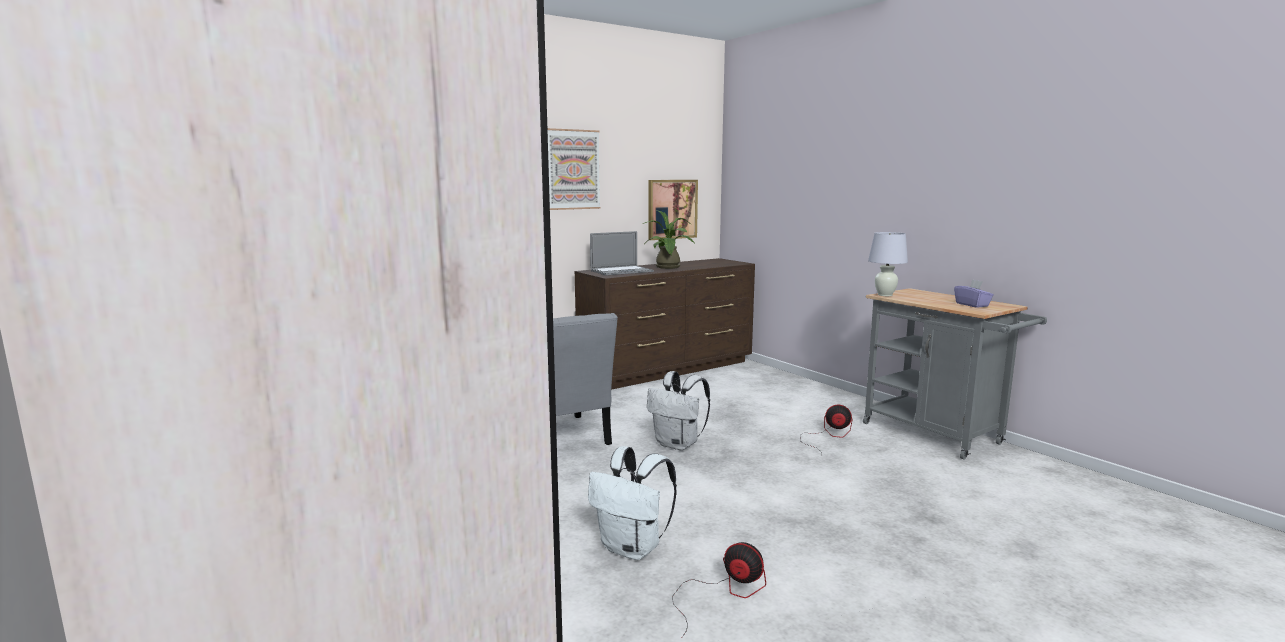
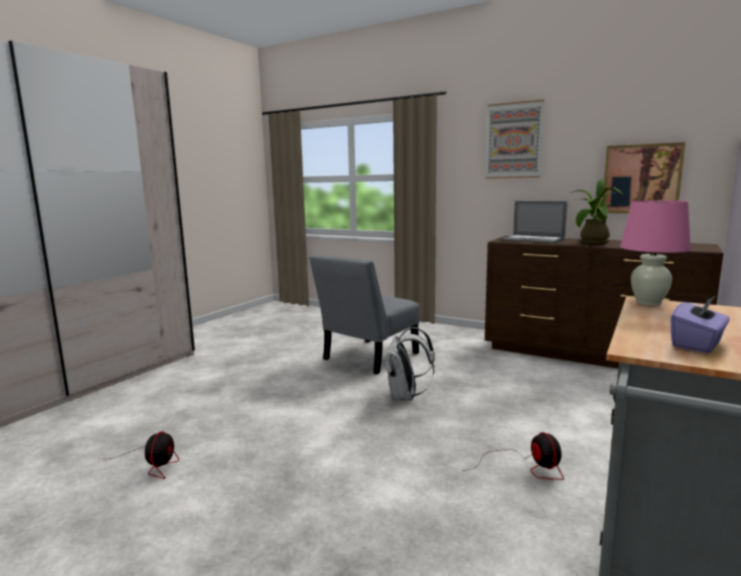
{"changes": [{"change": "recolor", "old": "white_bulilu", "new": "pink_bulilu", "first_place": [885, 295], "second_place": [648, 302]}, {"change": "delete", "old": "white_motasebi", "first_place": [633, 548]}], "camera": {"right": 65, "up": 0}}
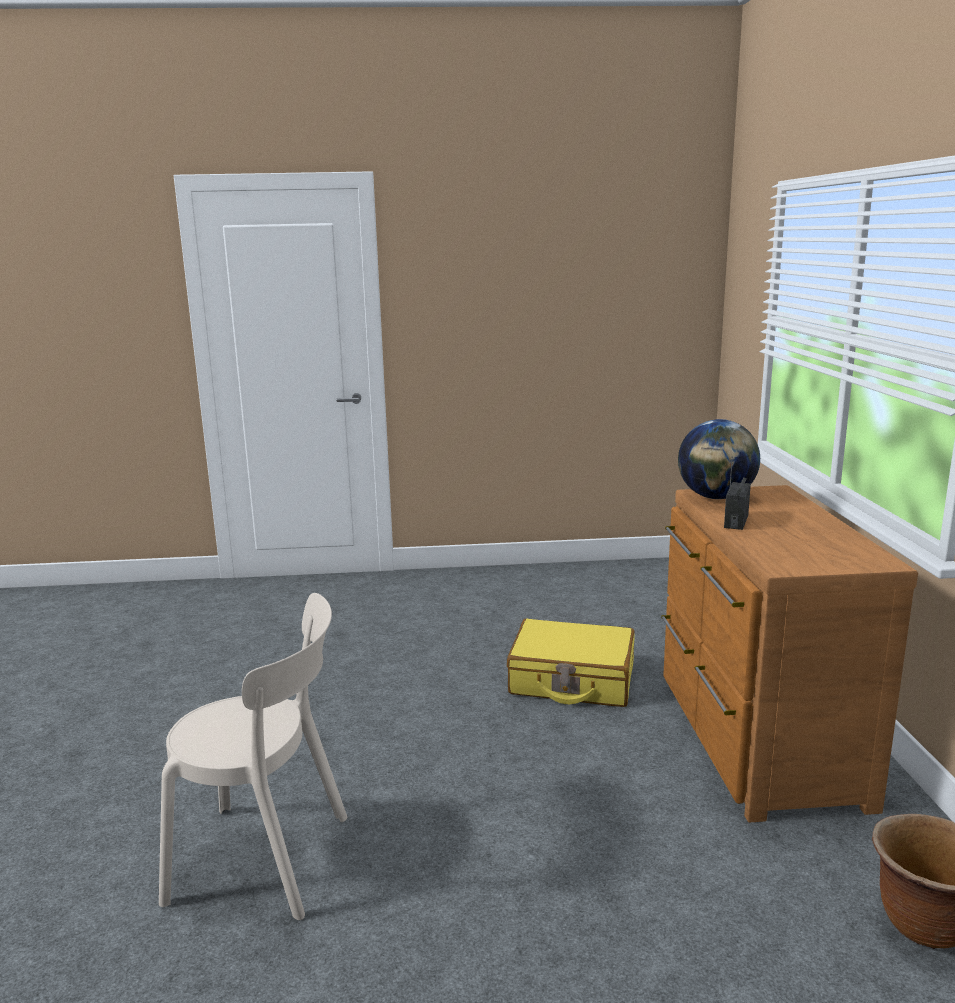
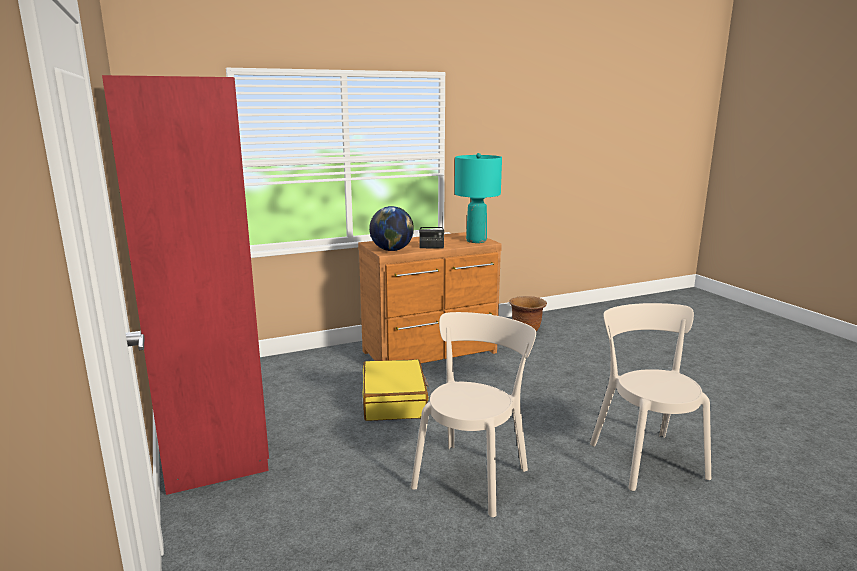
{"changes": [{"change": "insert", "new": "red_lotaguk", "second_place": [209, 421]}, {"change": "insert", "new": "turquoise_bulilu", "second_place": [476, 241]}, {"change": "insert", "new": "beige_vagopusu", "second_place": [472, 475]}], "camera": {"right": -110, "up": 0}}
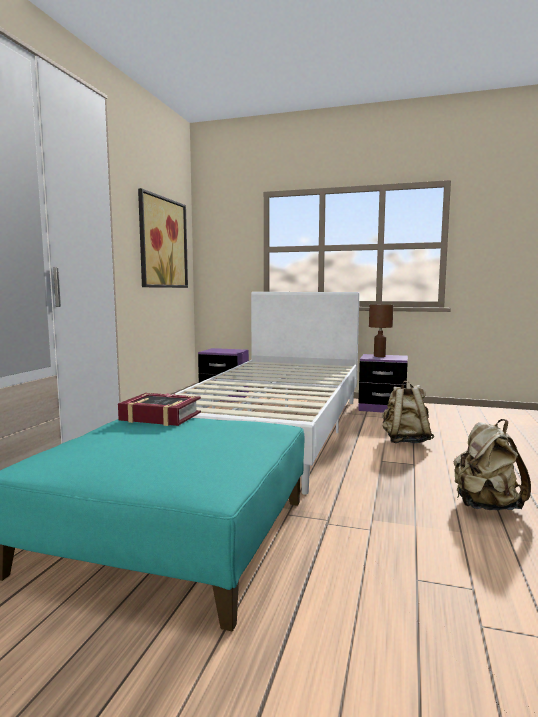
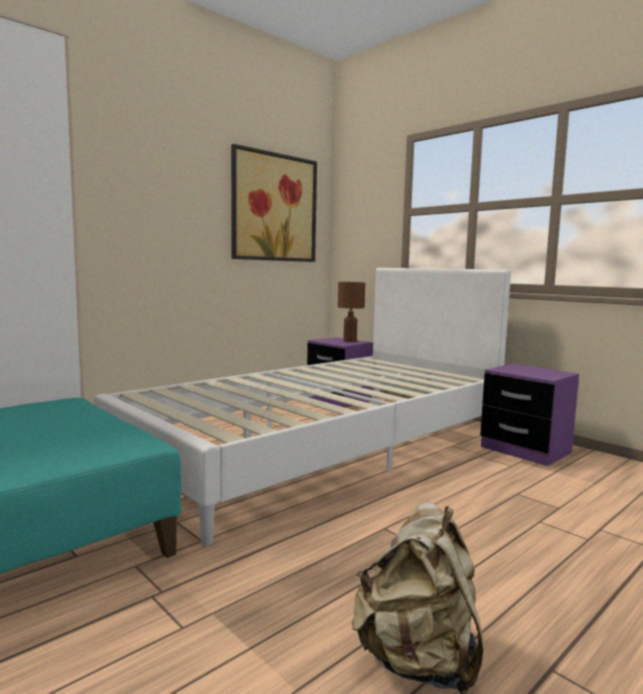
{"changes": [{"change": "move", "old": "brown_bulilu", "first_place": [380, 356], "second_place": [350, 341]}, {"change": "delete", "old": "beige_motasebi", "first_place": [405, 441]}, {"change": "delete", "old": "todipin", "first_place": [160, 417]}], "camera": {"right": 30, "up": 0}}
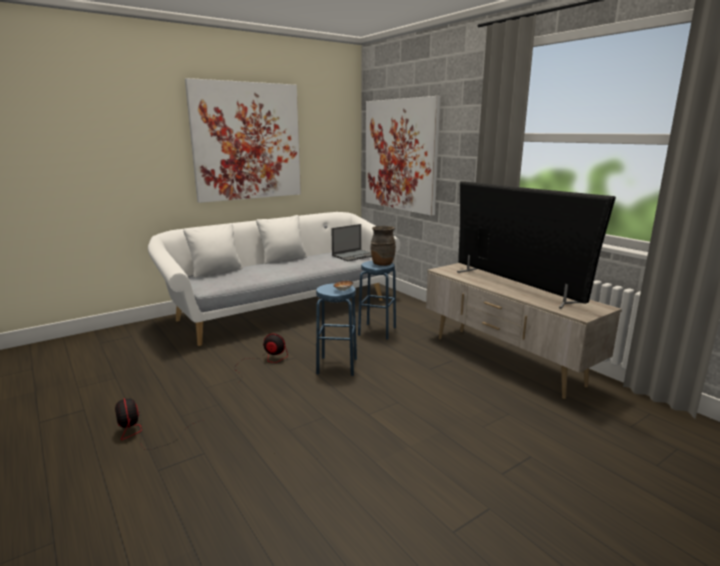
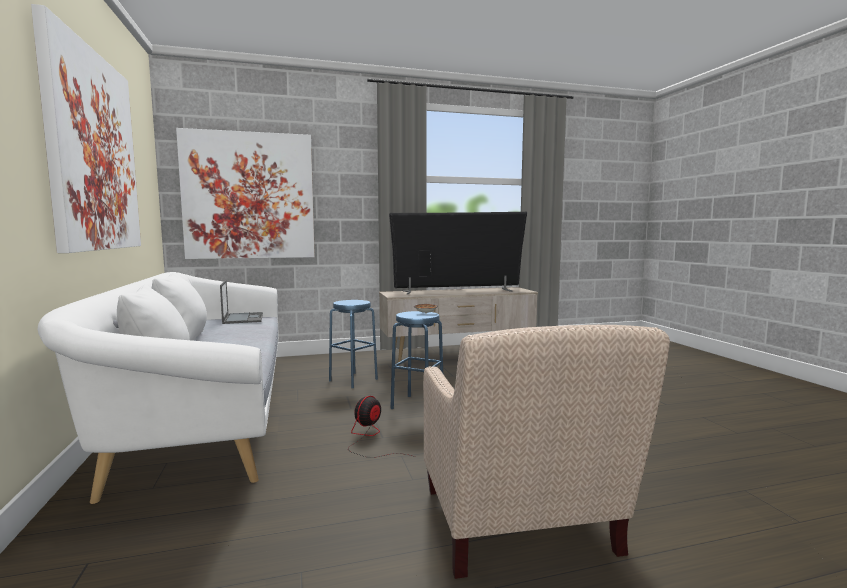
{"changes": [{"change": "delete", "old": "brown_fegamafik", "first_place": [382, 264]}, {"change": "replace", "old": "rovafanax", "new": "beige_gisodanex", "first_place": [143, 433], "second_place": [519, 529]}], "camera": {"right": -70, "up": -10}}
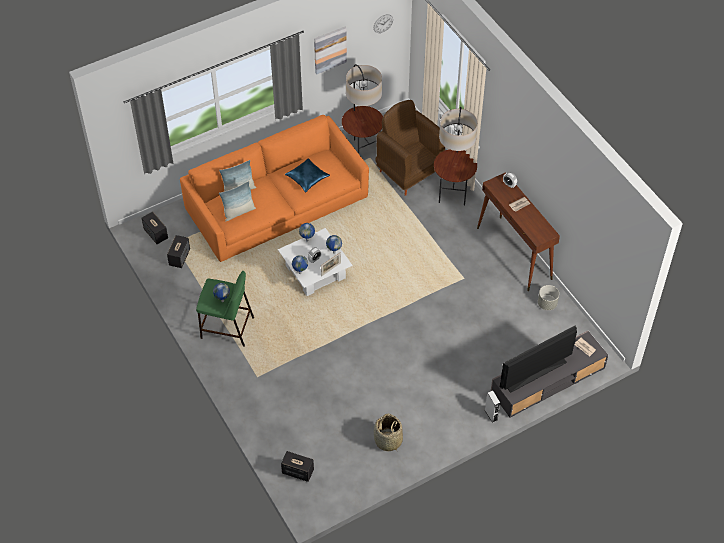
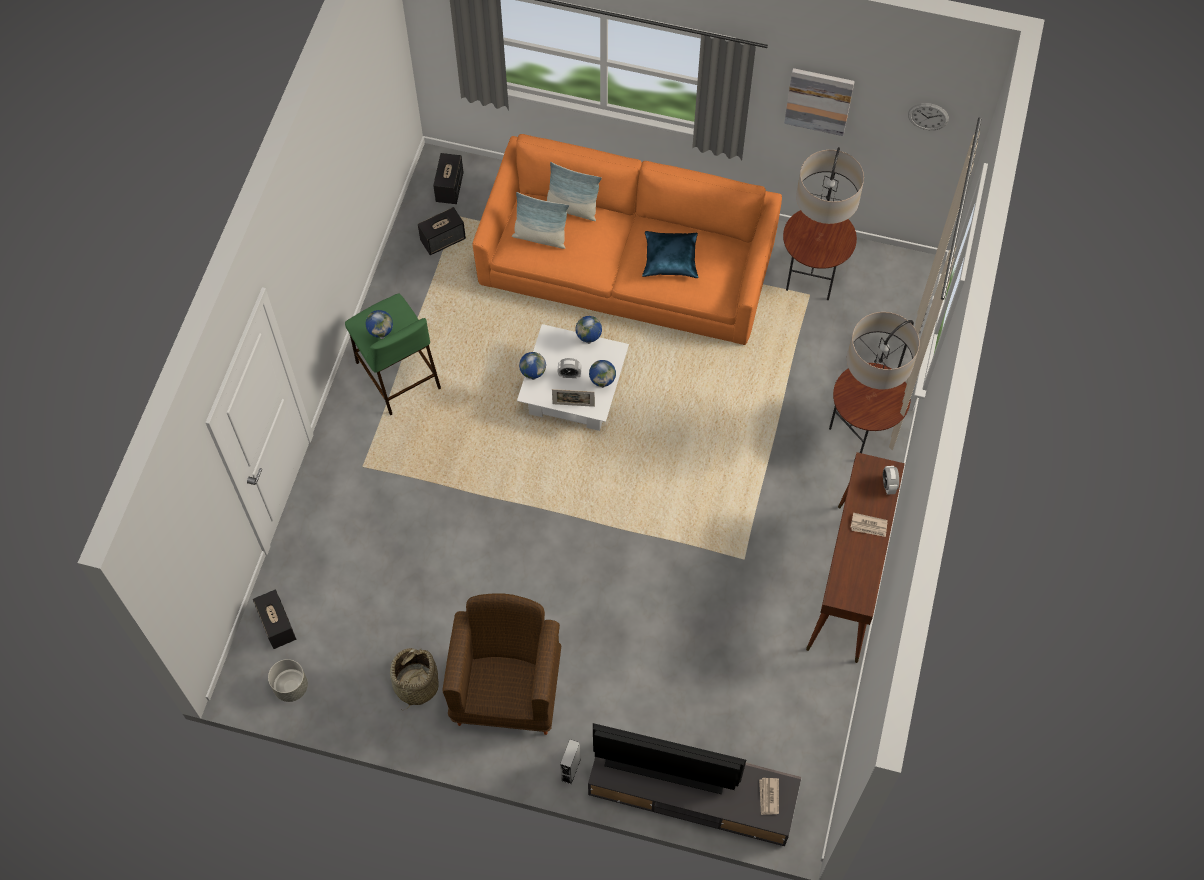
{"changes": [{"change": "move", "old": "brown_gisodanex", "first_place": [409, 171], "second_place": [507, 690]}, {"change": "move", "old": "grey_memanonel", "first_place": [547, 304], "second_place": [291, 686]}], "camera": {"right": 45, "up": 10}}
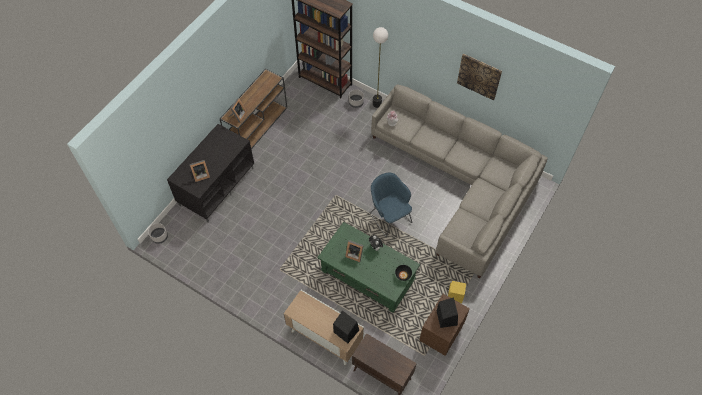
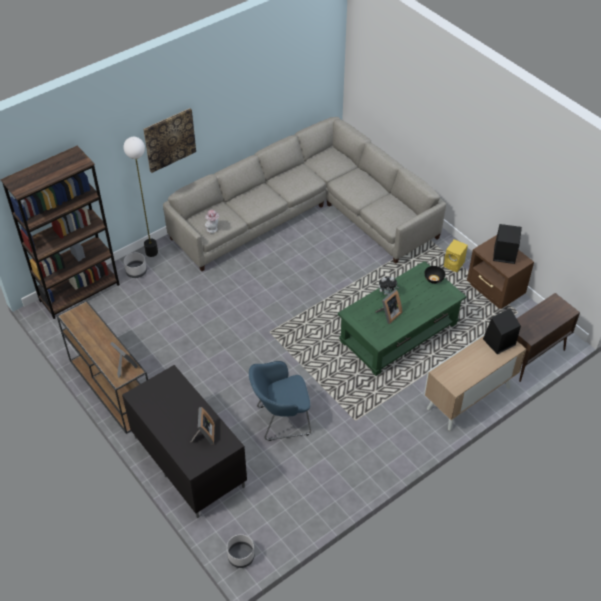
{"changes": [{"change": "move", "old": "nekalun", "first_place": [479, 76], "second_place": [169, 139]}, {"change": "move", "old": "blue_gisodanex", "first_place": [389, 217], "second_place": [280, 420]}], "camera": {"right": -70, "up": -10}}
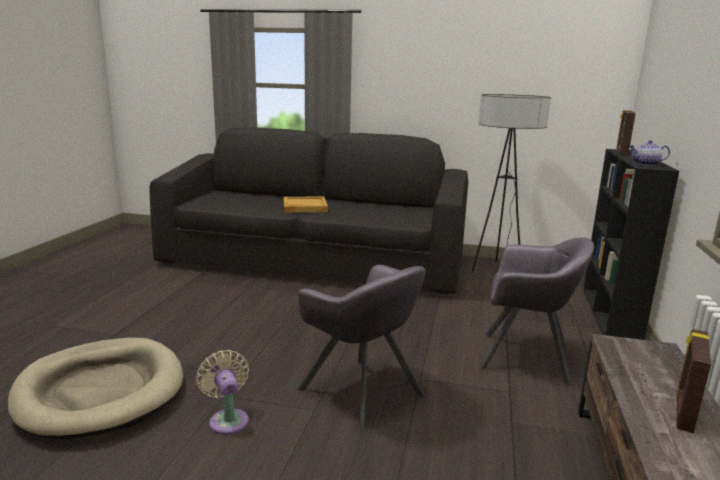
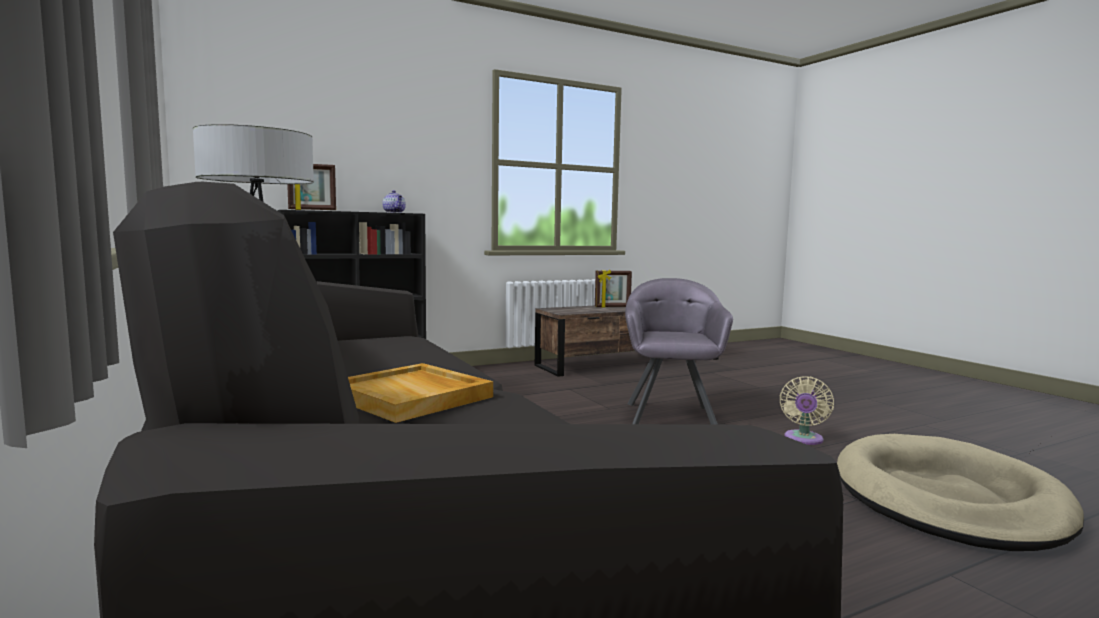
{"changes": [{"change": "delete", "old": "grey_gisodanex", "first_place": [525, 357]}], "camera": {"right": -130, "up": -10}}
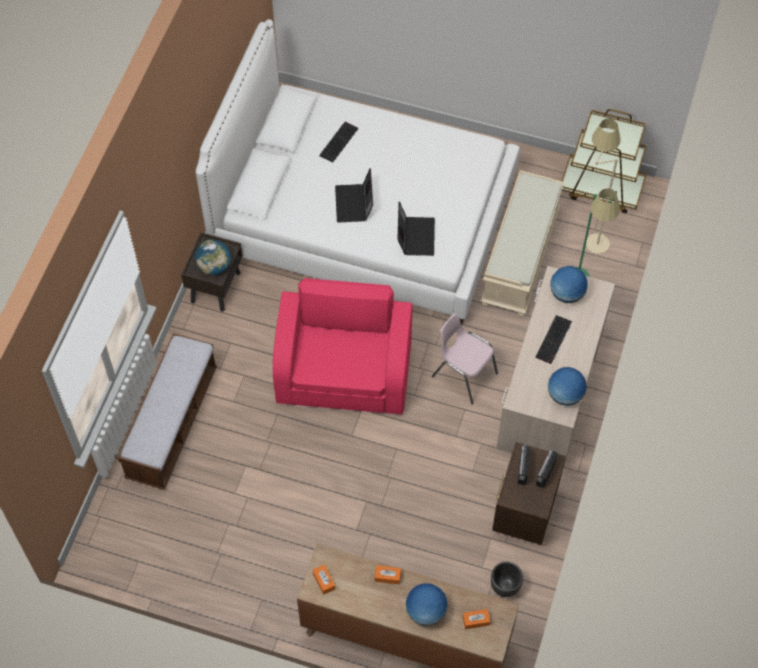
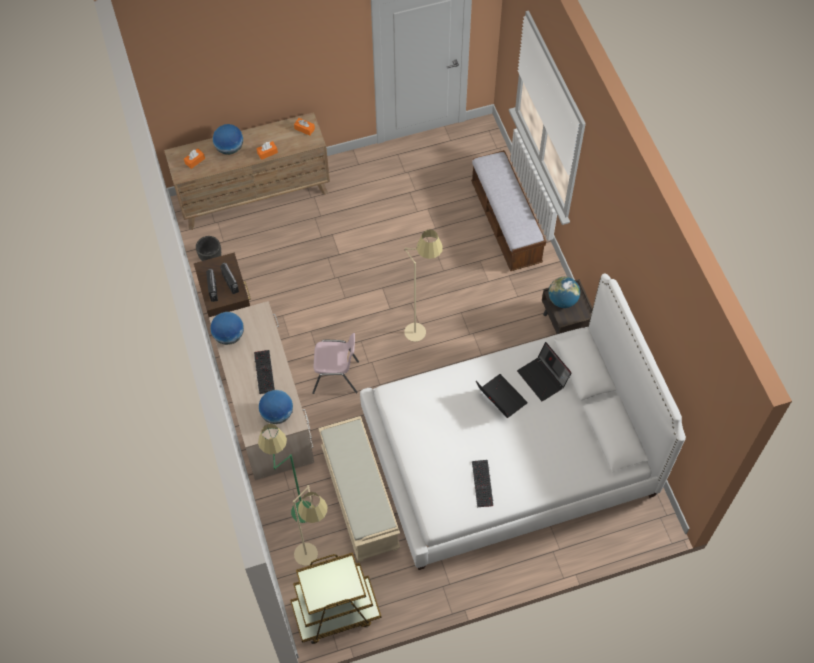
{"changes": [{"change": "move", "old": "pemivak", "first_place": [338, 141], "second_place": [483, 484]}, {"change": "move", "old": "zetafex", "first_place": [415, 236], "second_place": [543, 378]}, {"change": "replace", "old": "pink_gisodanex", "new": "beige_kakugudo", "first_place": [345, 373], "second_place": [421, 325]}], "camera": {"right": 145, "up": 0}}
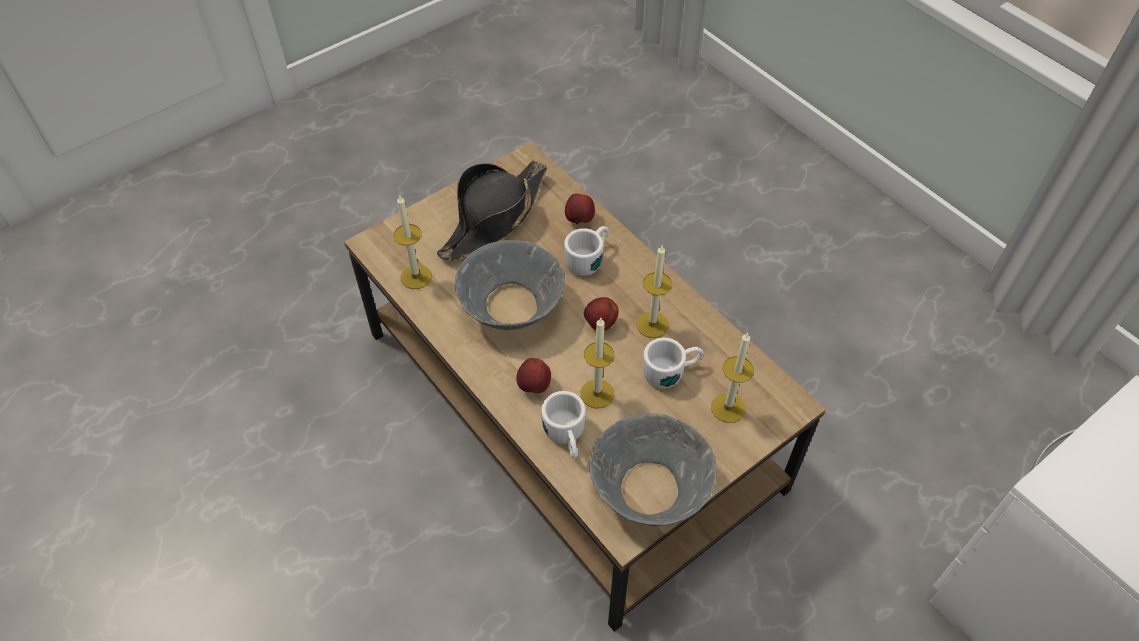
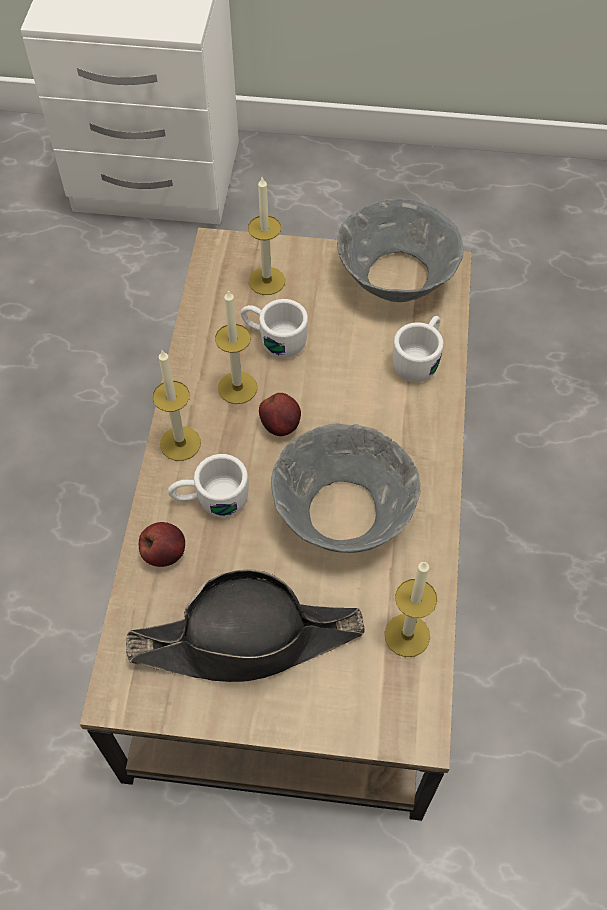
{"changes": [{"change": "move", "old": "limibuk", "first_place": [597, 393], "second_place": [180, 443]}, {"change": "delete", "old": "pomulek", "first_place": [534, 386]}], "camera": {"right": -135, "up": 5}}
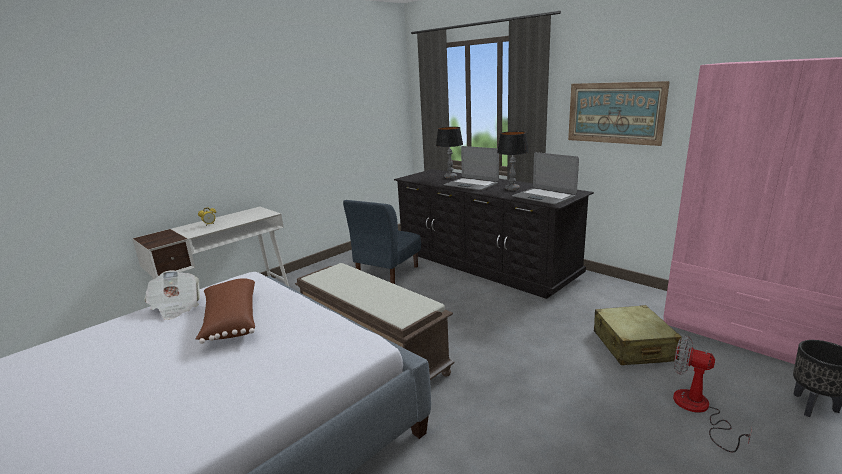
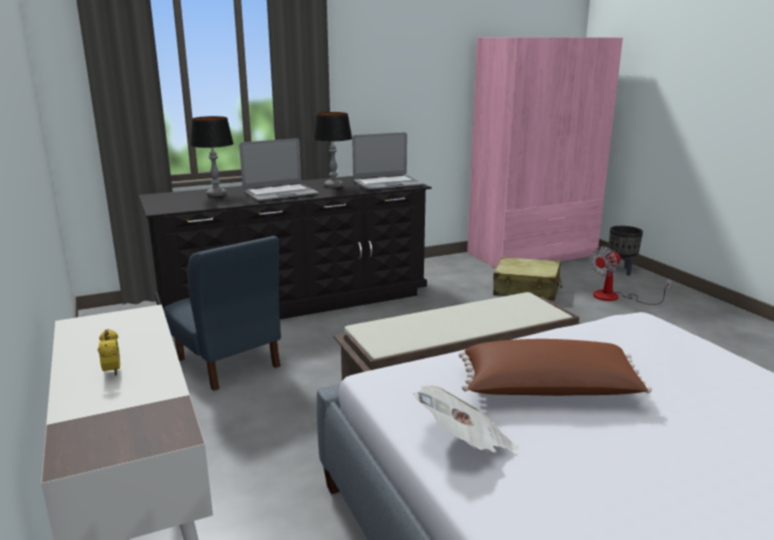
{"changes": [{"change": "delete", "old": "nekalun", "first_place": [614, 113]}], "camera": {"right": -70, "up": 0}}
